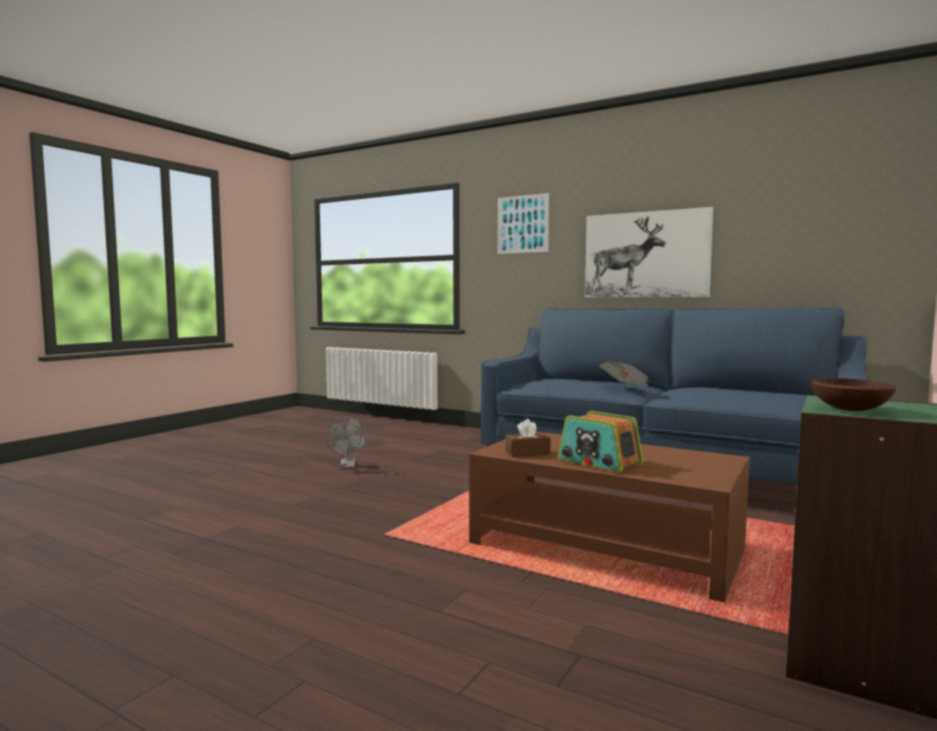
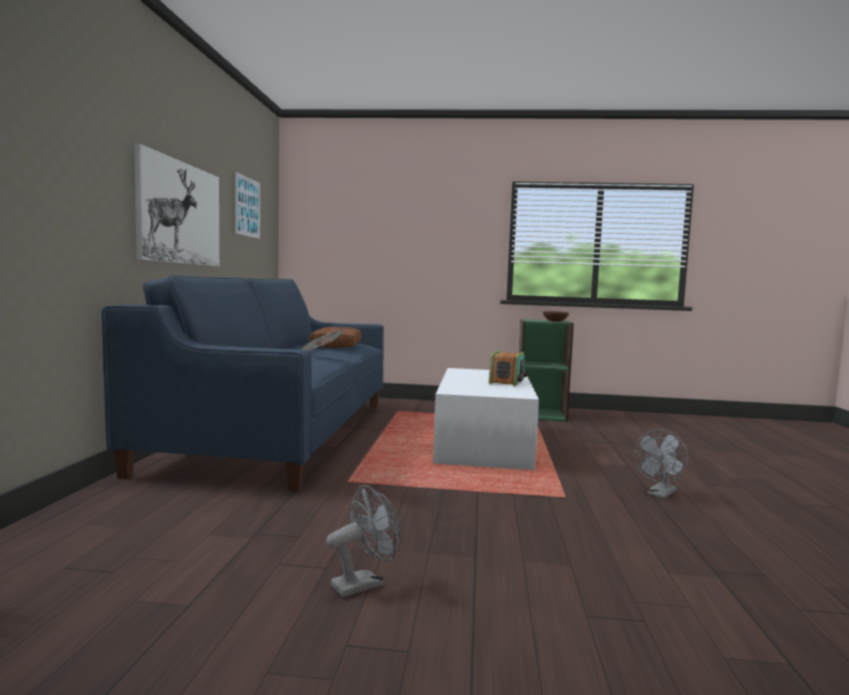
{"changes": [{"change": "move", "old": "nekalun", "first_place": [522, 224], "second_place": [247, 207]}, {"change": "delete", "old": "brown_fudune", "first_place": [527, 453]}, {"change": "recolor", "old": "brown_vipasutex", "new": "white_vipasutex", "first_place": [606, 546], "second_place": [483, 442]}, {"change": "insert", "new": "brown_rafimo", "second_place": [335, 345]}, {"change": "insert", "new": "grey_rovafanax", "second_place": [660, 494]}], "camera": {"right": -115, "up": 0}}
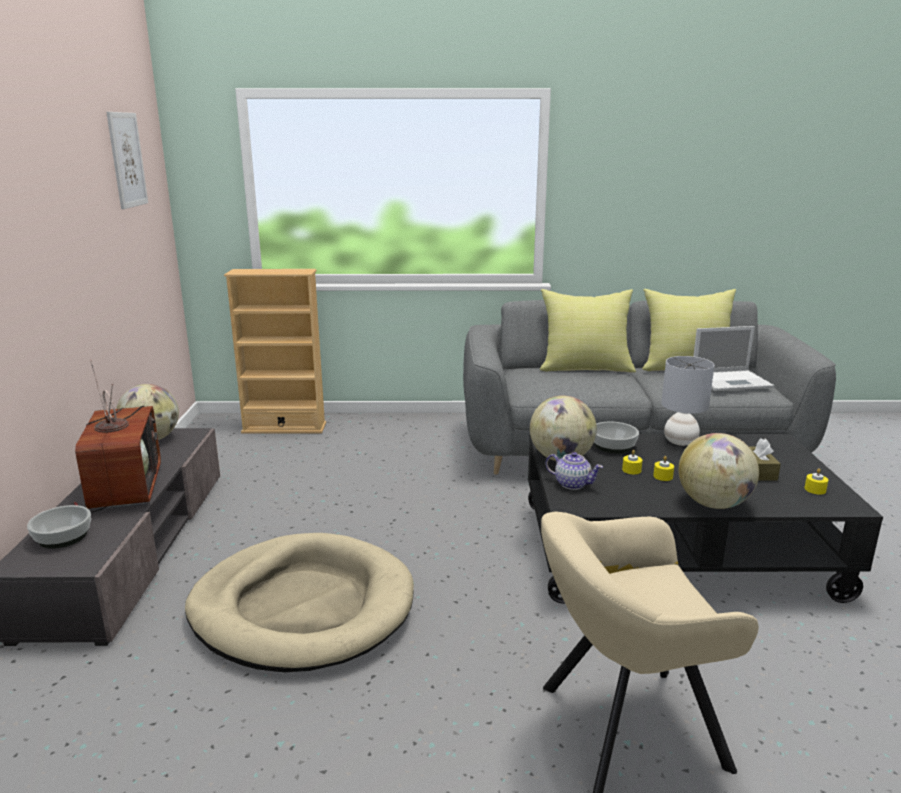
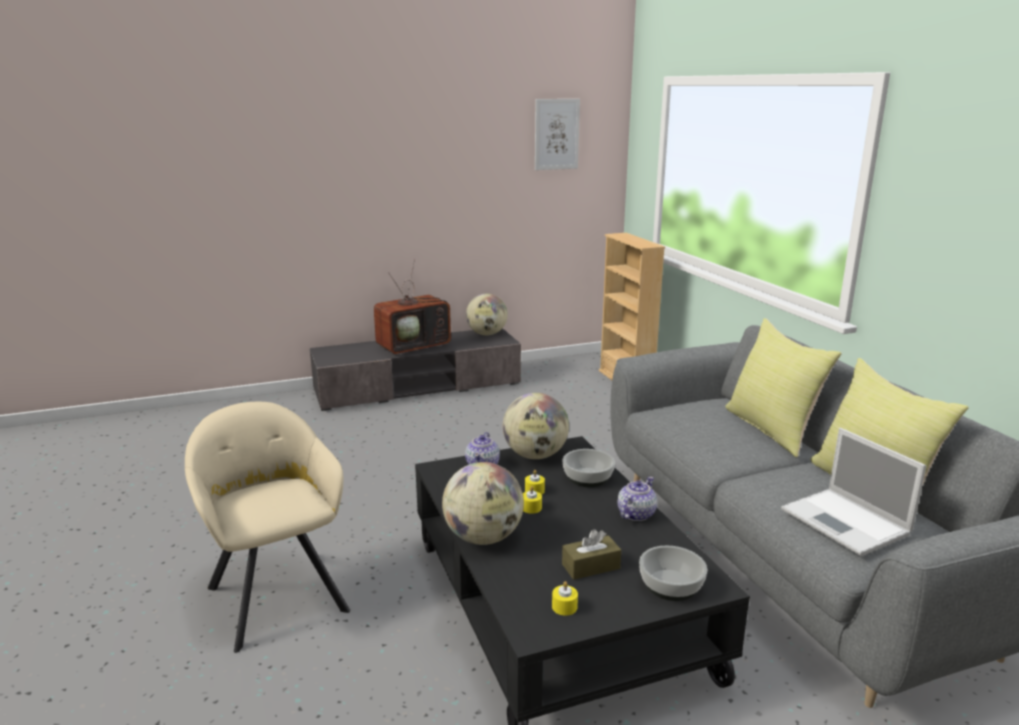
{"changes": [{"change": "replace", "old": "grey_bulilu", "new": "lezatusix", "first_place": [680, 442], "second_place": [635, 514]}, {"change": "move", "old": "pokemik", "first_place": [62, 537], "second_place": [670, 584]}, {"change": "delete", "old": "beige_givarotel", "first_place": [303, 607]}], "camera": {"right": 70, "up": 0}}
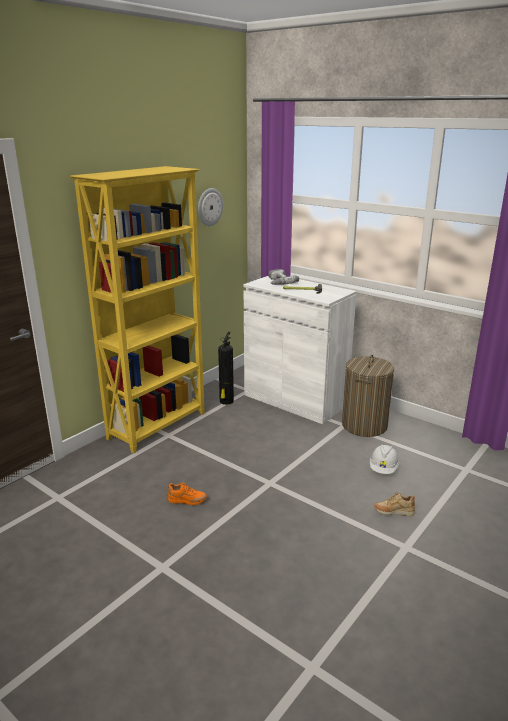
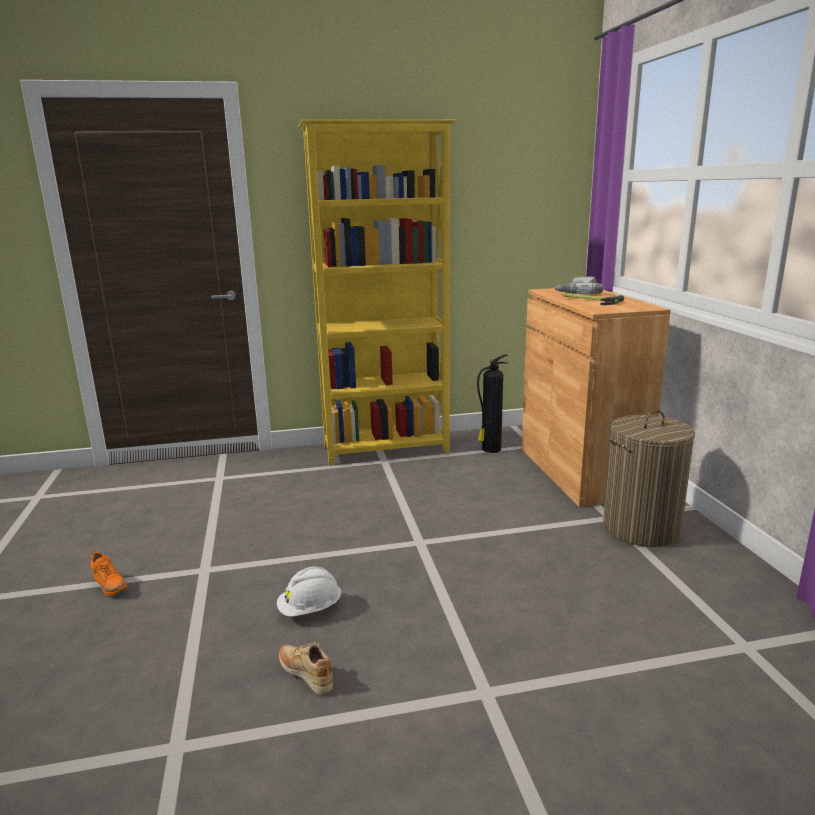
{"changes": [{"change": "delete", "old": "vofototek", "first_place": [209, 207]}, {"change": "recolor", "old": "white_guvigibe", "new": "brown_guvigibe", "first_place": [295, 400], "second_place": [579, 471]}, {"change": "move", "old": "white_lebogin", "first_place": [383, 469], "second_place": [310, 609]}, {"change": "move", "old": "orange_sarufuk", "first_place": [187, 501], "second_place": [110, 587]}, {"change": "move", "old": "beige_sarufuk", "first_place": [393, 512], "second_place": [306, 675]}], "camera": {"right": 40, "up": -5}}
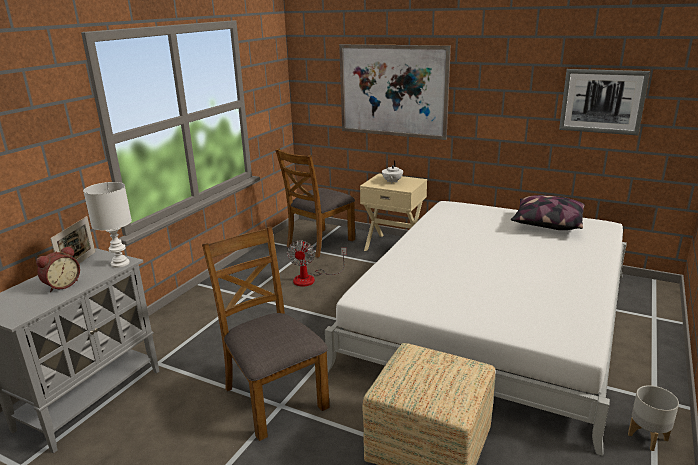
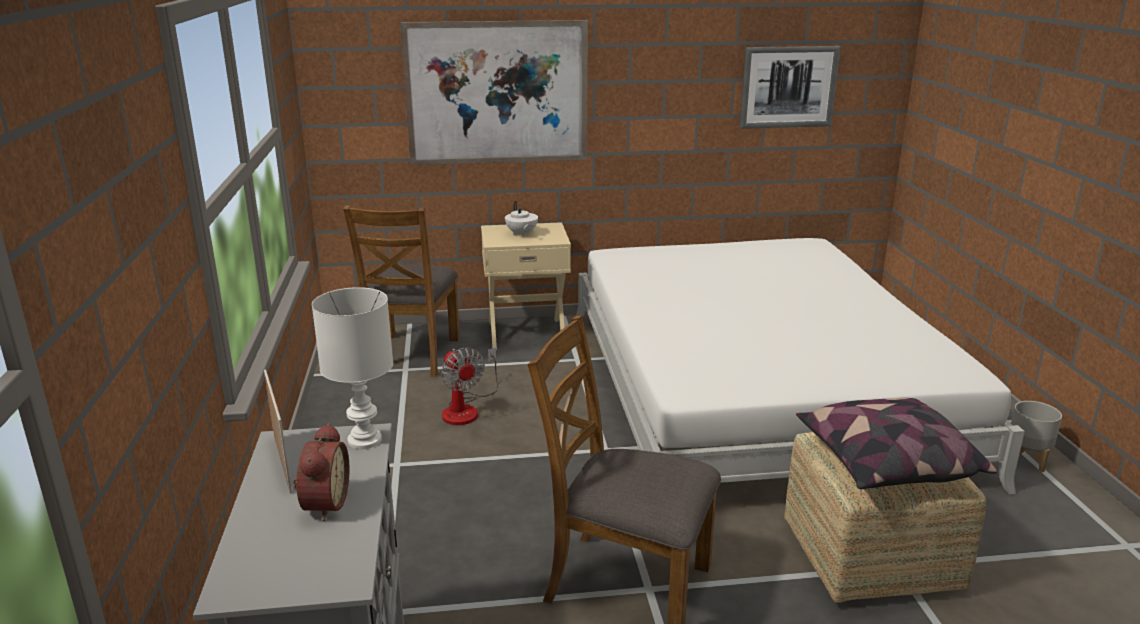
{"changes": [{"change": "move", "old": "rafimo", "first_place": [547, 224], "second_place": [885, 464]}], "camera": {"right": -35, "up": 0}}
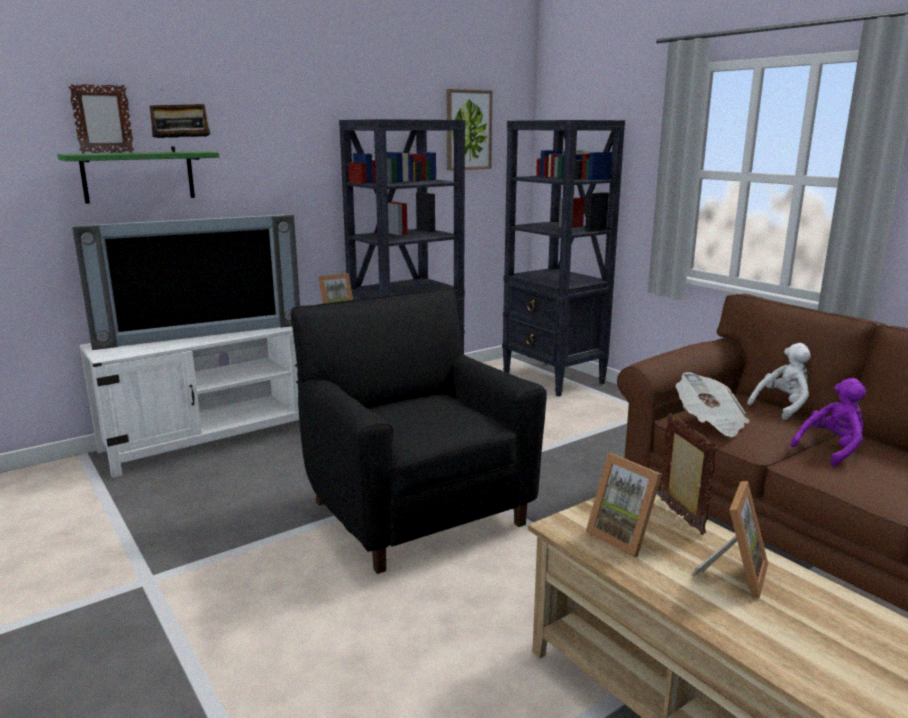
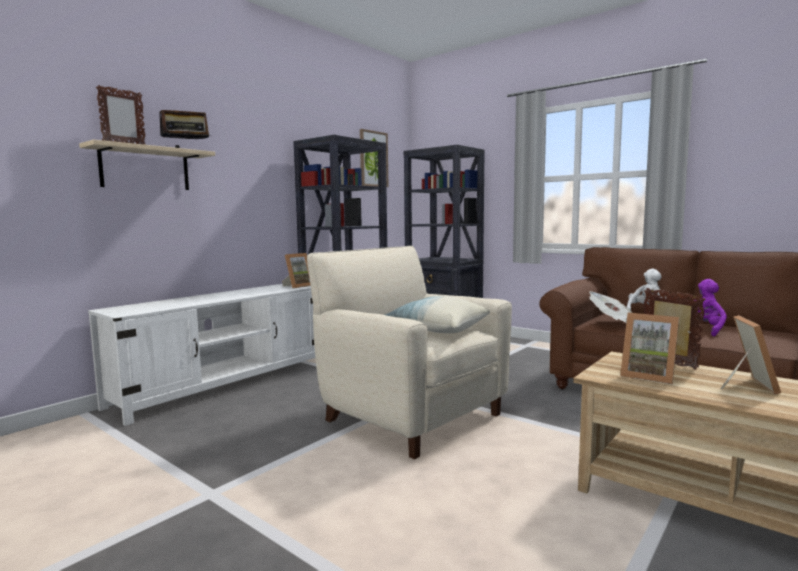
{"changes": [{"change": "recolor", "old": "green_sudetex", "new": "beige_sudetex", "first_place": [139, 176], "second_place": [145, 169]}, {"change": "delete", "old": "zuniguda", "first_place": [200, 333]}, {"change": "recolor", "old": "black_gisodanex", "new": "beige_gisodanex", "first_place": [416, 510], "second_place": [411, 416]}, {"change": "insert", "new": "rafimo", "second_place": [437, 330]}], "camera": {"right": -15, "up": -10}}
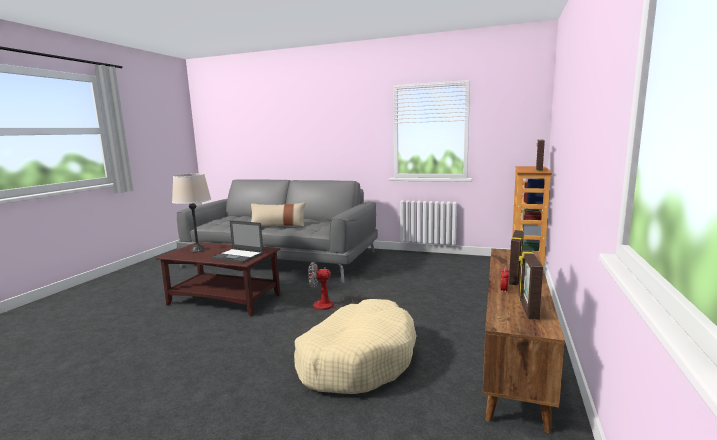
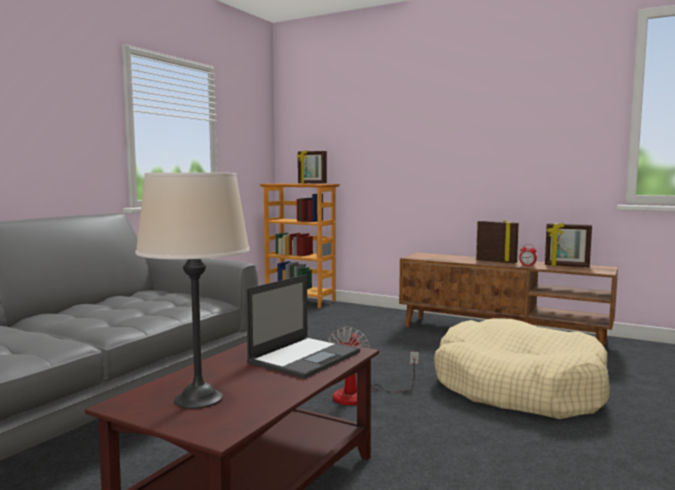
{"changes": [{"change": "delete", "old": "beige_rafimo", "first_place": [278, 226]}], "camera": {"right": -80, "up": -5}}
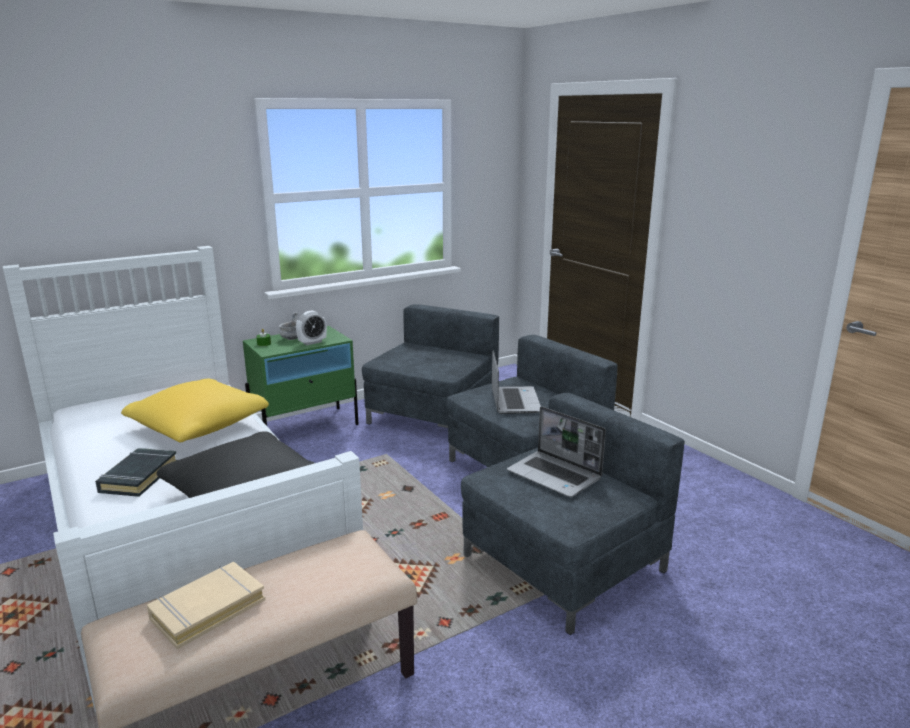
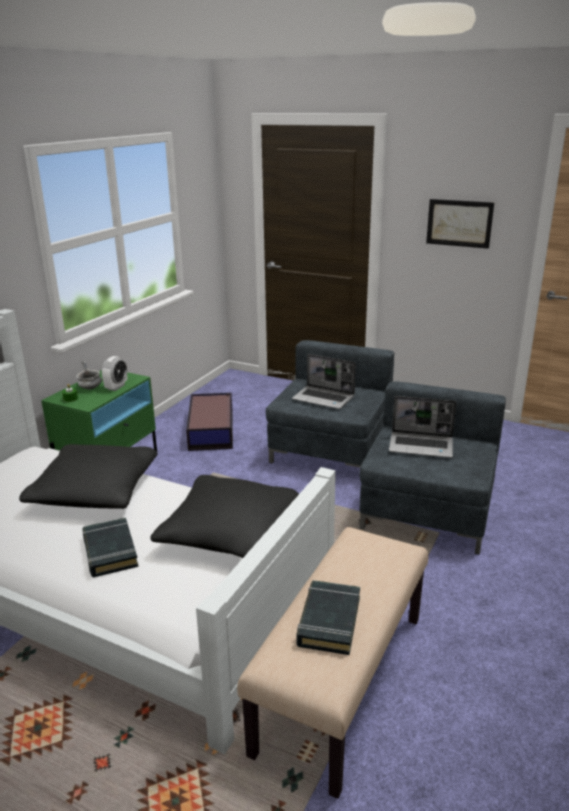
{"changes": [{"change": "replace", "old": "grey_gisodanex", "new": "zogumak", "first_place": [432, 415], "second_place": [212, 429]}, {"change": "rotate", "old": "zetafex", "first_place": [514, 401], "second_place": [324, 398], "degrees": 150}, {"change": "recolor", "old": "yellow_rafimo", "new": "black_rafimo", "first_place": [199, 426], "second_place": [95, 491]}, {"change": "recolor", "old": "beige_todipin", "new": "black_todipin", "first_place": [207, 609], "second_place": [328, 621]}, {"change": "insert", "new": "nekalun", "second_place": [459, 223]}], "camera": {"right": -30, "up": 5}}
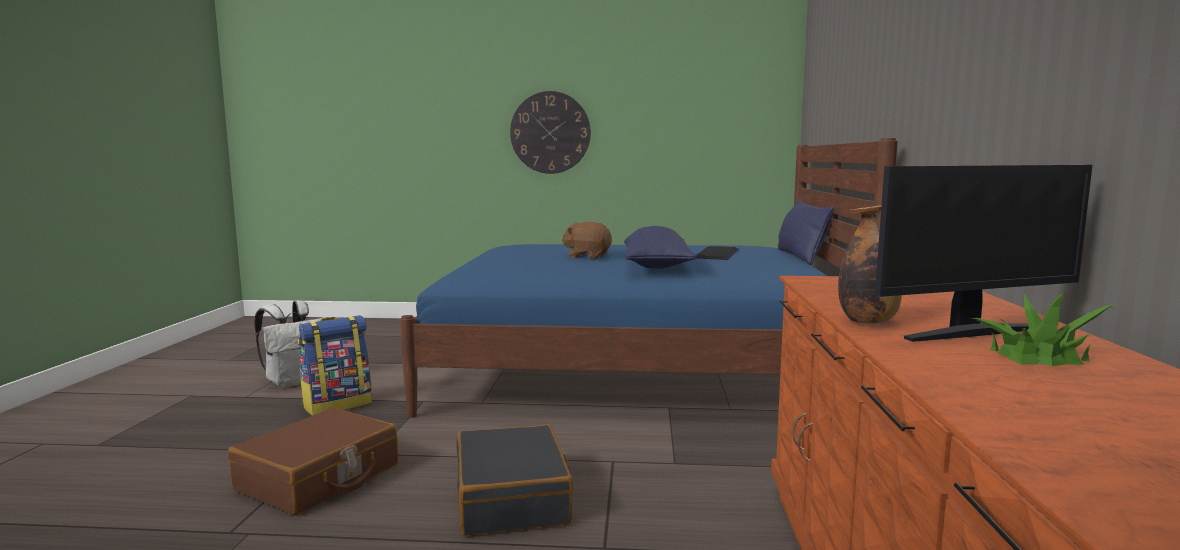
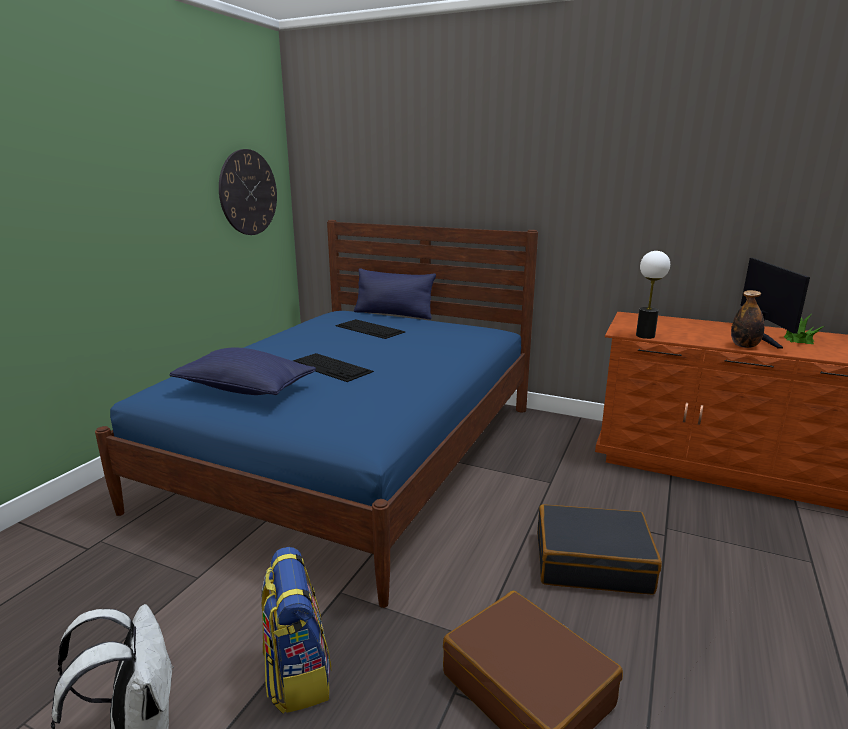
{"changes": [{"change": "move", "old": "vofototek", "first_place": [550, 132], "second_place": [248, 192]}, {"change": "replace", "old": "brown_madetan", "new": "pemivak", "first_place": [587, 256], "second_place": [331, 367]}, {"change": "move", "old": "blue_rafimo", "first_place": [657, 266], "second_place": [245, 389]}, {"change": "insert", "new": "bulilu", "second_place": [645, 336]}], "camera": {"right": -70, "up": 10}}
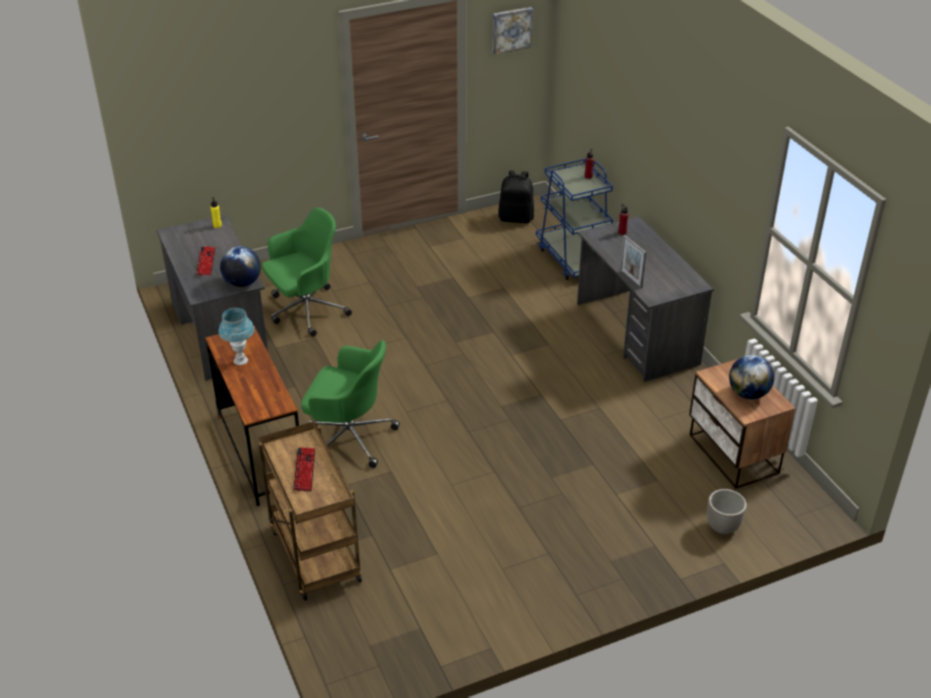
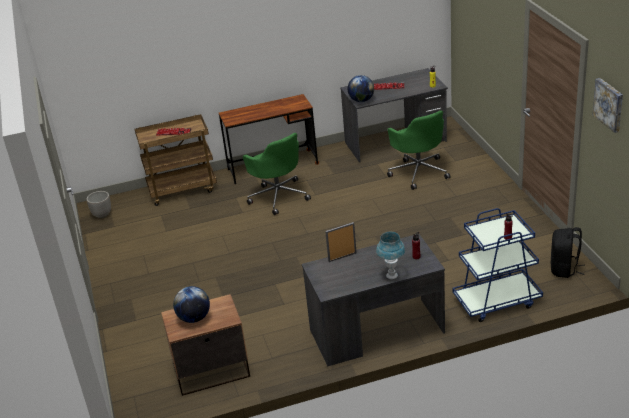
{"changes": [{"change": "move", "old": "blue_bulilu", "first_place": [241, 361], "second_place": [392, 276]}, {"change": "rotate", "old": "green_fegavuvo", "first_place": [349, 437], "second_place": [278, 196], "degrees": -60}, {"change": "move", "old": "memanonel", "first_place": [723, 527], "second_place": [102, 215]}], "camera": {"right": 100, "up": -5}}
